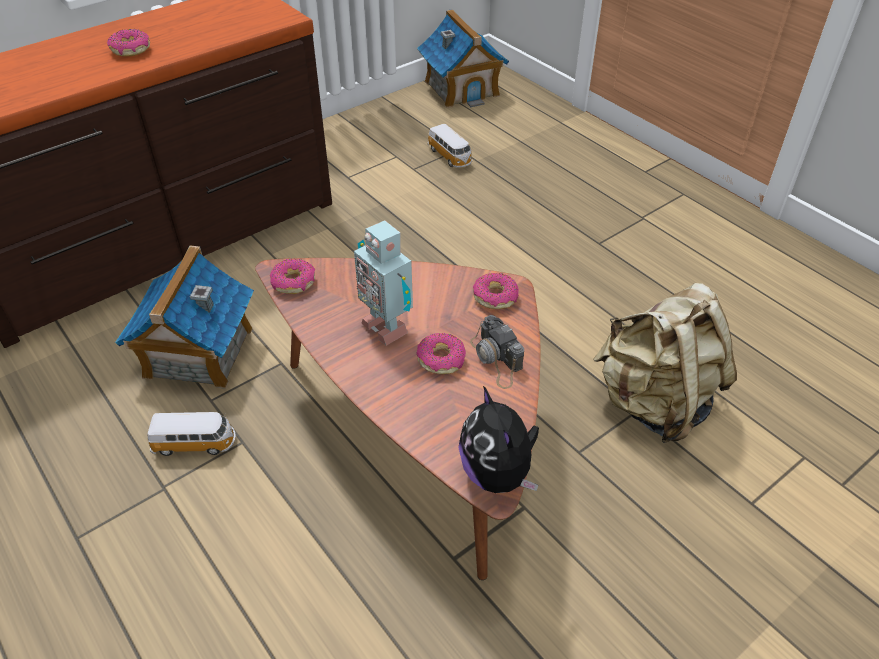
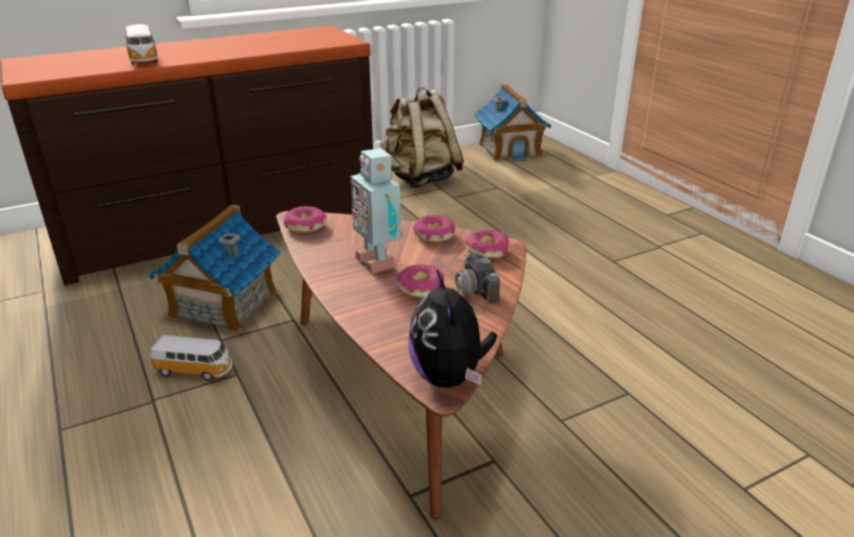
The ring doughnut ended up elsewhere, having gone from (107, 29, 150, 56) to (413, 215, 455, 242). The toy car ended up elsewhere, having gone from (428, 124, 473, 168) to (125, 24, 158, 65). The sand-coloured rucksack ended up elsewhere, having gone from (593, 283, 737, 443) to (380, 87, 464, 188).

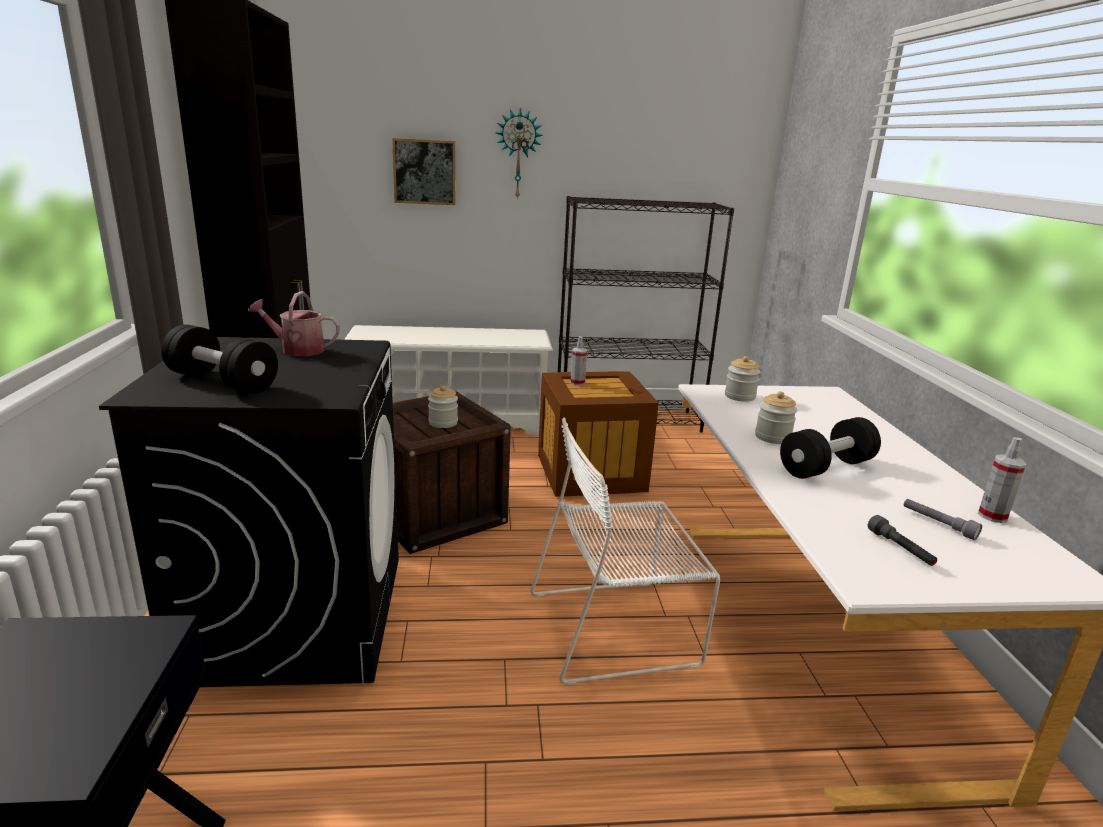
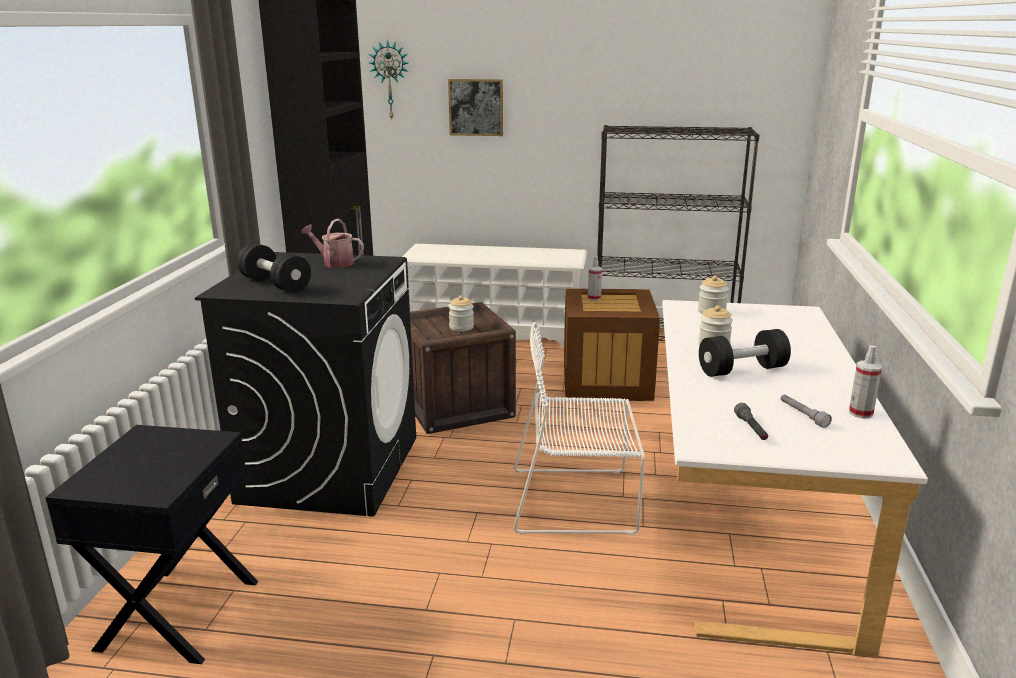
The hanging clock ended up elsewhere, having gone from (496, 108, 543, 200) to (369, 40, 408, 120).

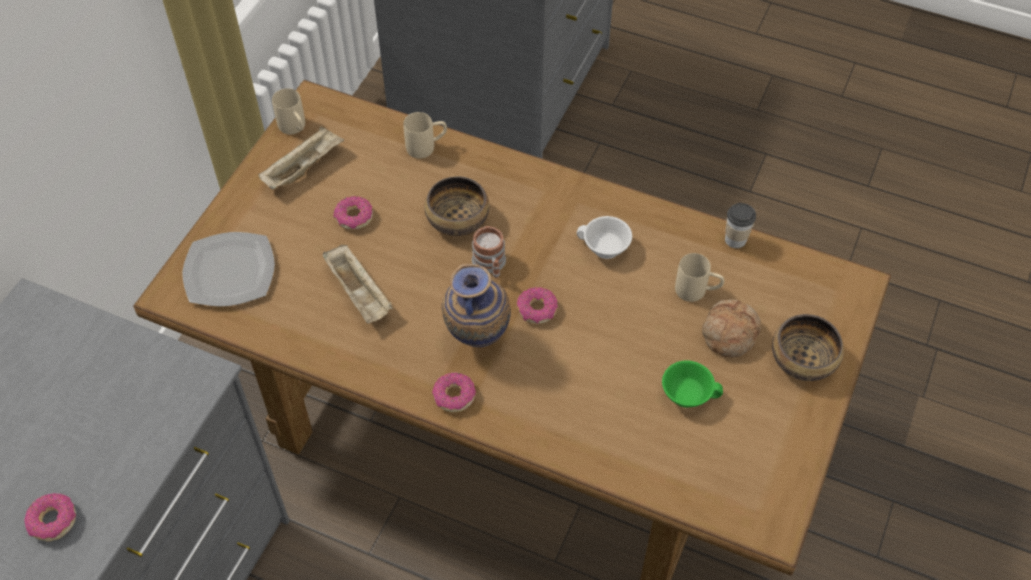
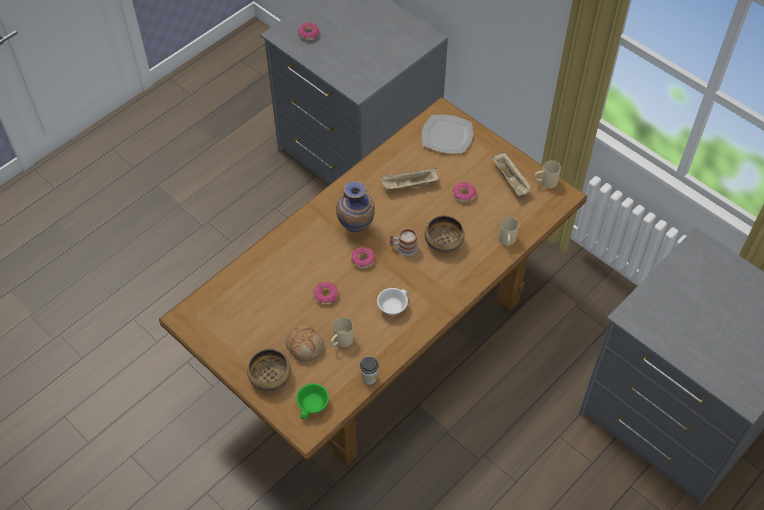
The ring doughnut ended up elsewhere, having gone from (432, 373, 476, 413) to (314, 282, 338, 305). The green drinking cup ended up elsewhere, having gone from (662, 361, 723, 408) to (296, 383, 329, 420).

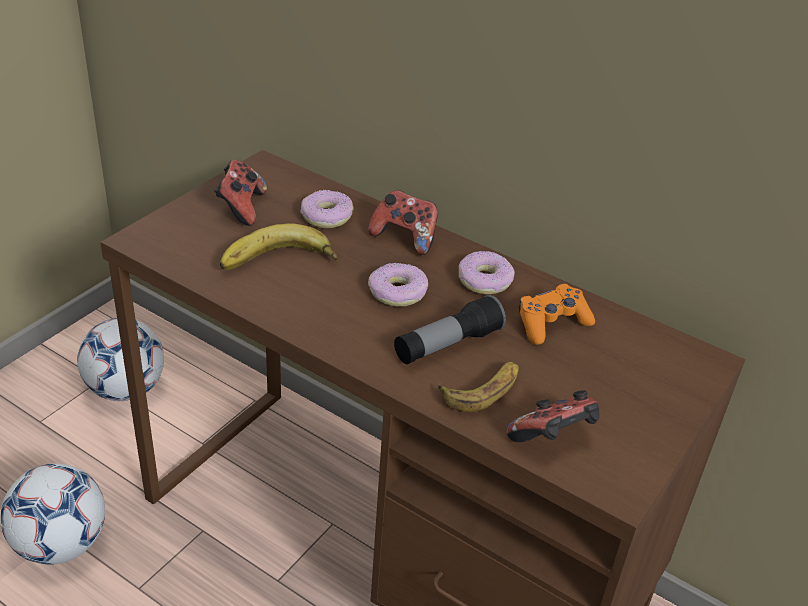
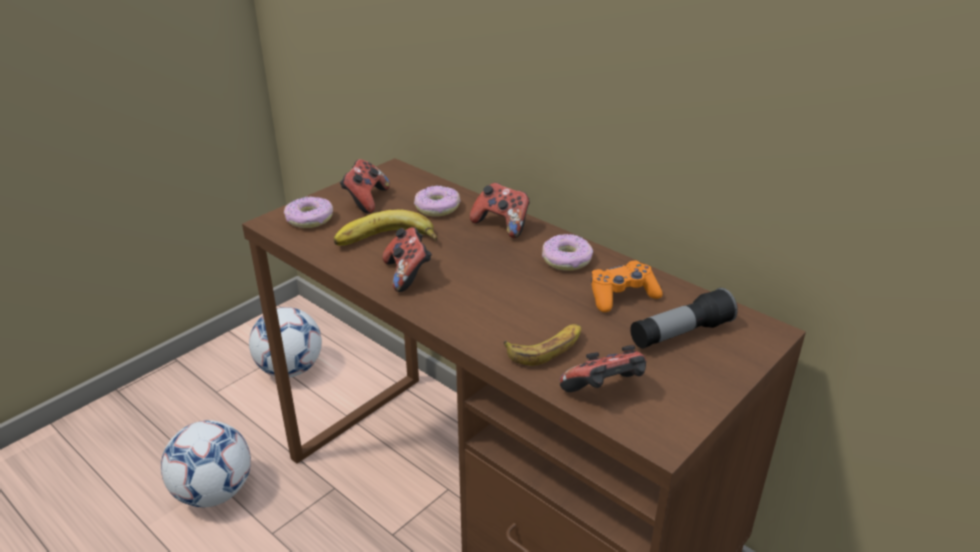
The second view gained the gamepad at (382, 227, 432, 292). The ring doughnut ended up elsewhere, having gone from (368, 263, 428, 307) to (284, 196, 333, 228). The flashlight ended up elsewhere, having gone from (394, 295, 506, 364) to (630, 288, 738, 349).

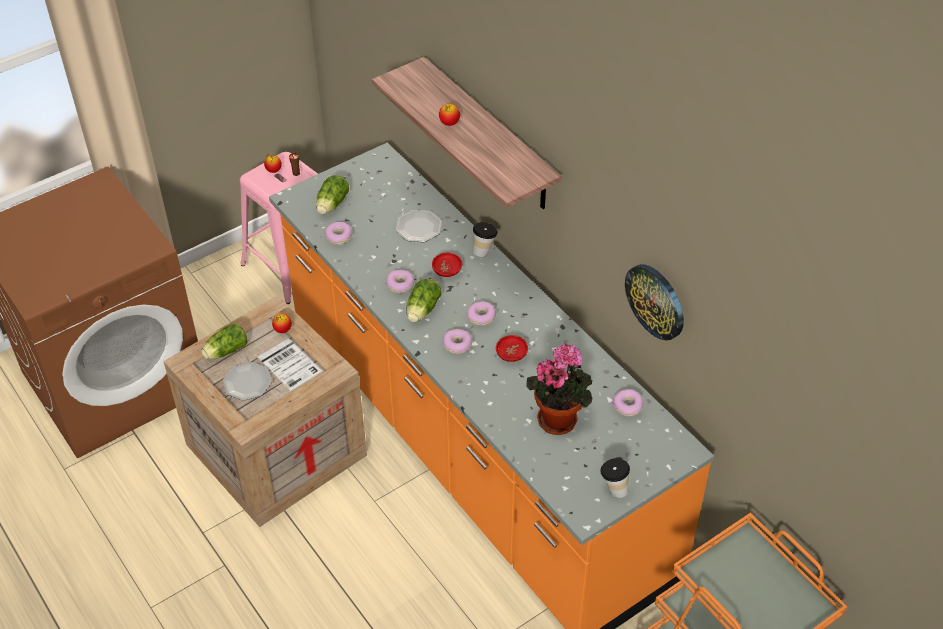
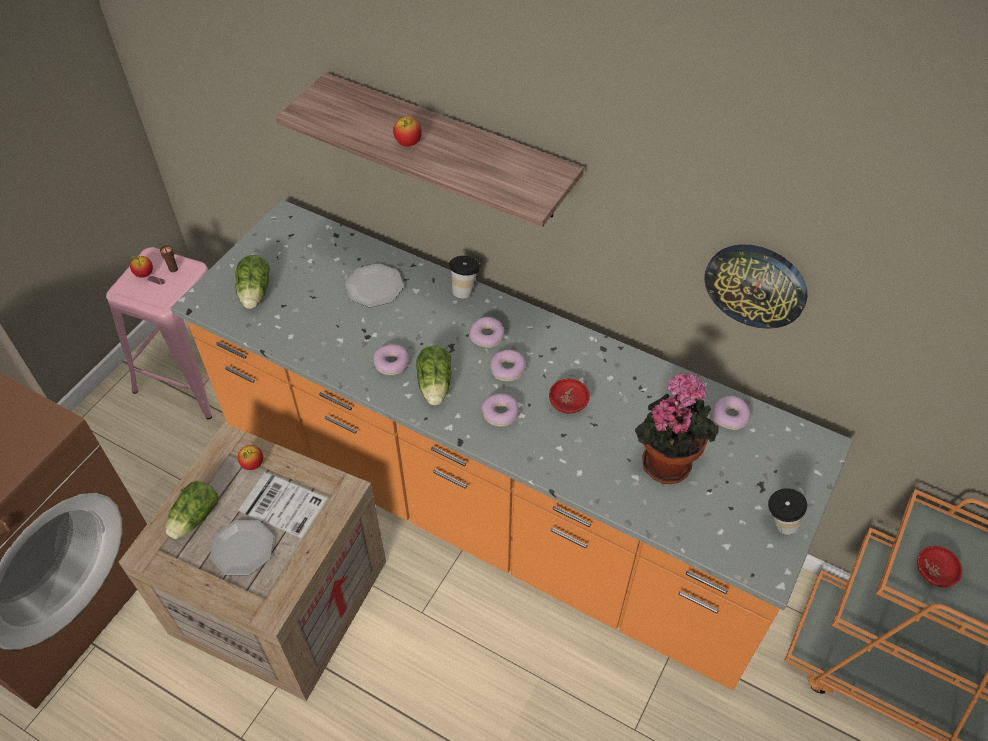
The ring doughnut ended up elsewhere, having gone from (324, 222, 352, 244) to (469, 317, 504, 348). The red bowl ended up elsewhere, having gone from (432, 252, 462, 277) to (917, 546, 962, 587).

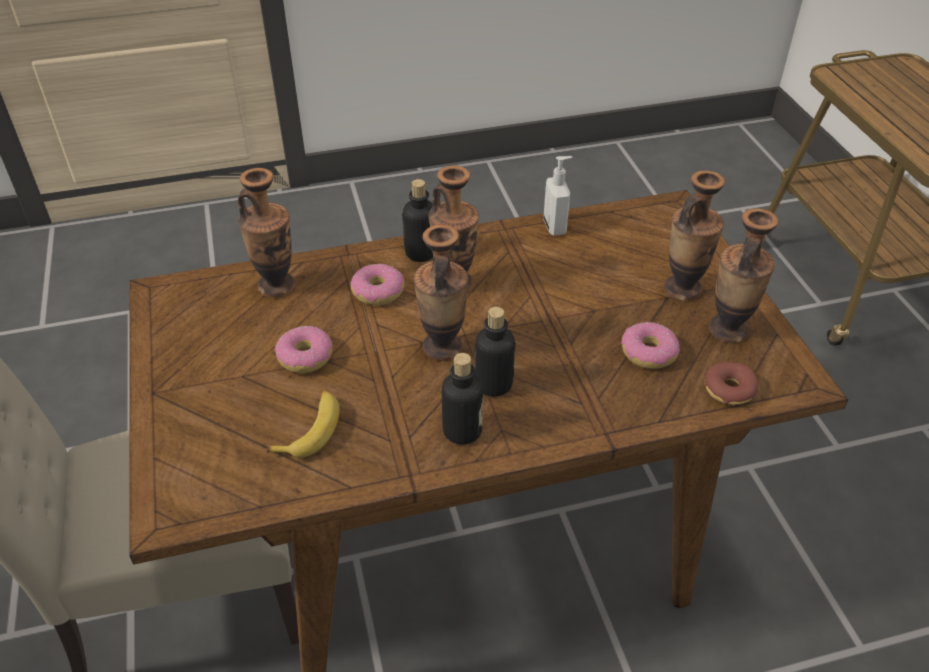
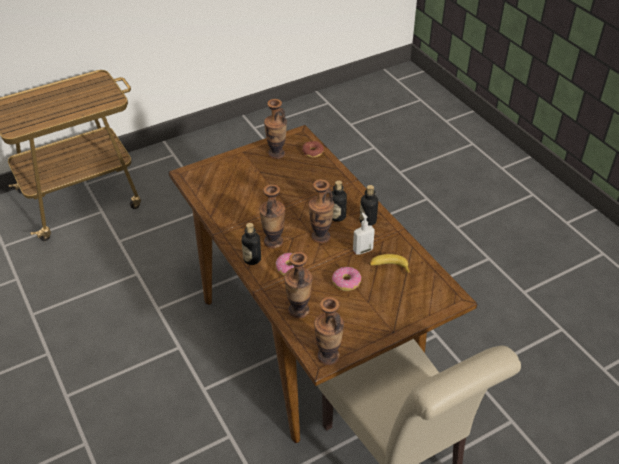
The second view lost the ring doughnut at (621, 322, 680, 369). The soap dispenser ended up elsewhere, having gone from (543, 156, 572, 236) to (353, 212, 375, 255). The flower vase ended up elsewhere, having gone from (664, 171, 726, 301) to (314, 297, 344, 365).

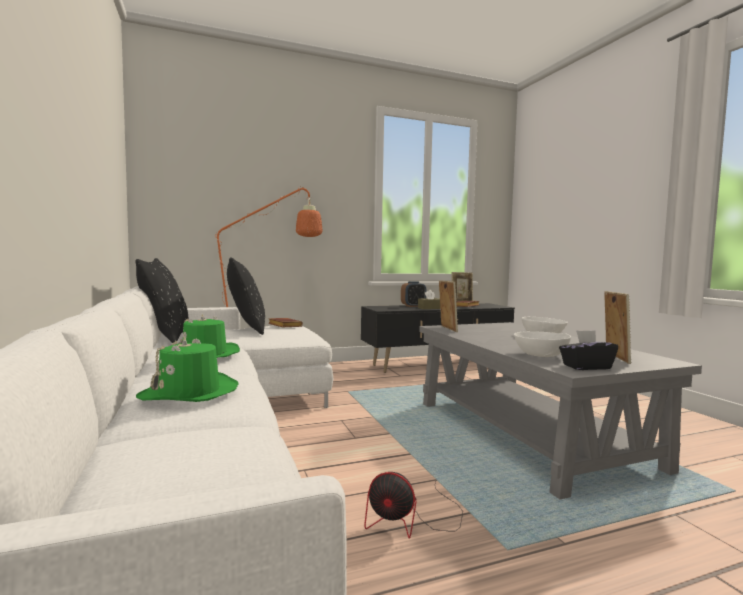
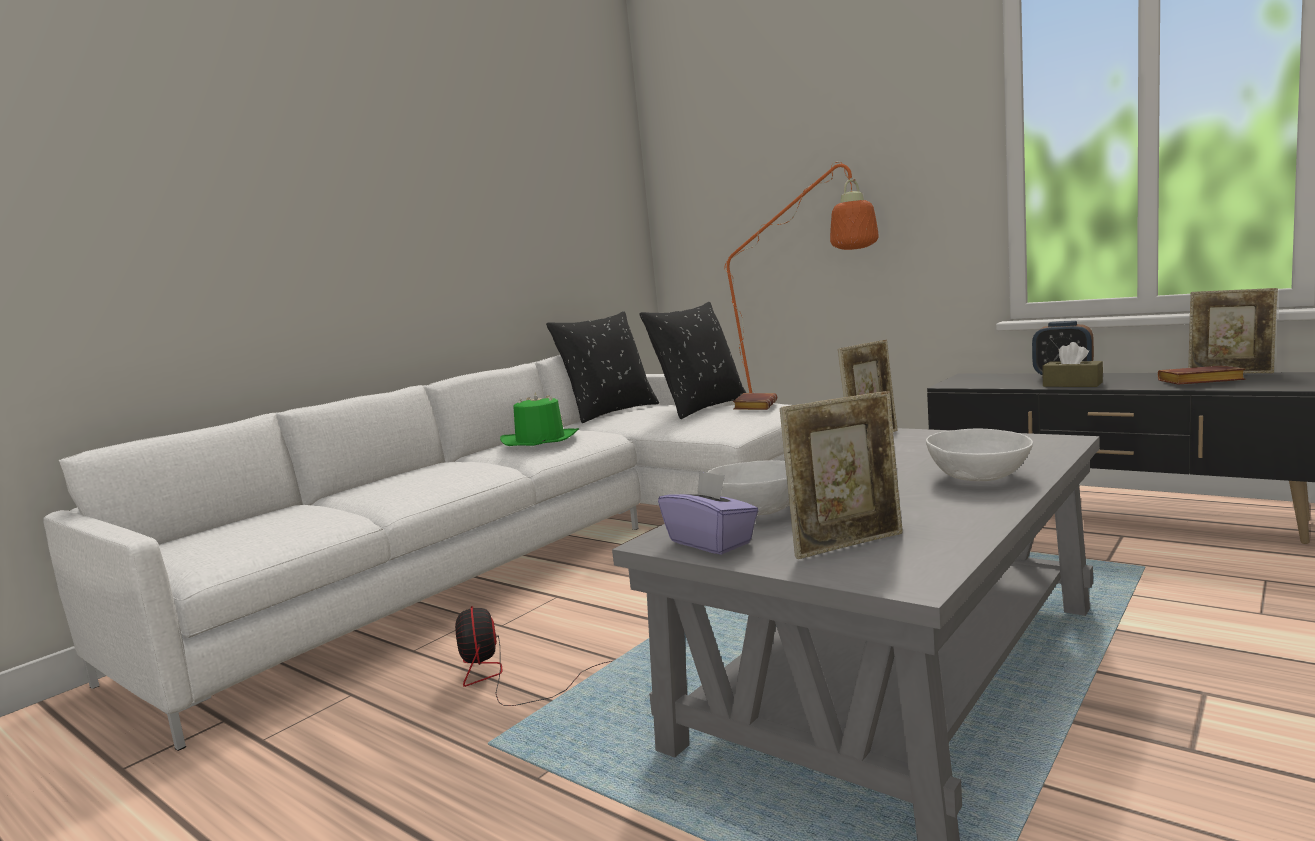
The second view lost the green wearable hat at (136, 336, 239, 402). What was the blackish tissue holder at (559, 330, 618, 370) turned into the purplish tissue holder at (658, 470, 759, 555).

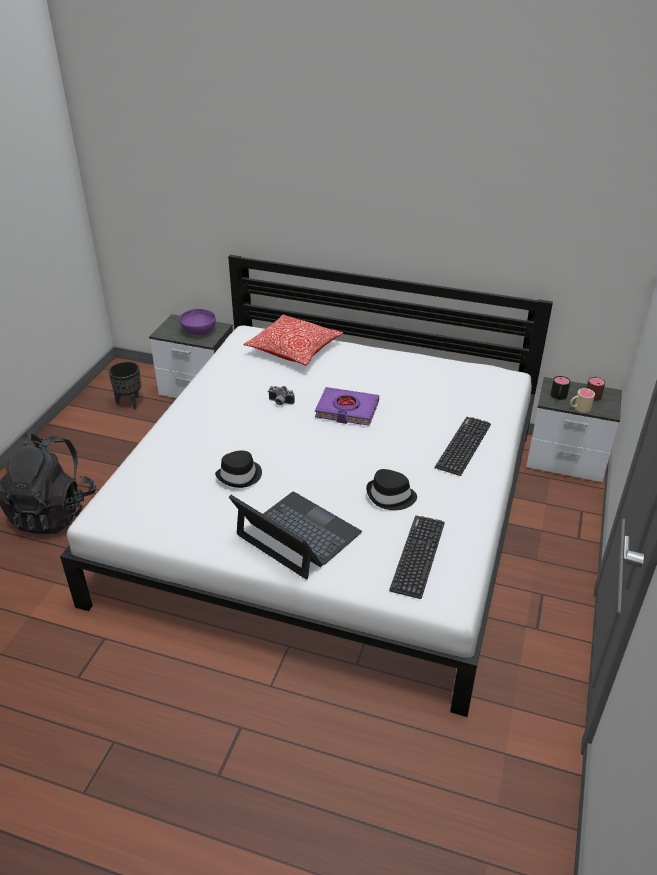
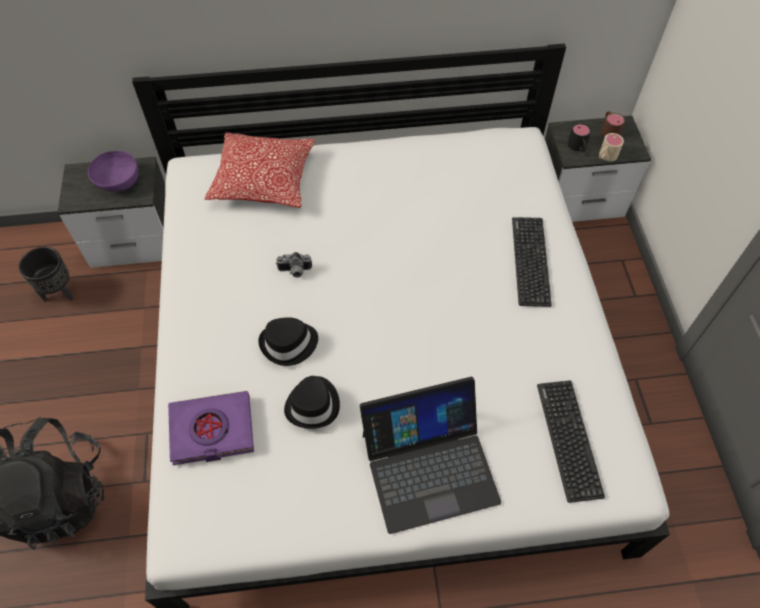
The purplish bound book ended up elsewhere, having gone from (315, 387, 379, 426) to (168, 391, 254, 465). The blackish wearable hat ended up elsewhere, having gone from (366, 469, 417, 510) to (258, 317, 318, 366). The laptop at (229, 492, 362, 580) ended up facing another way, 150 degrees clockwise from before.

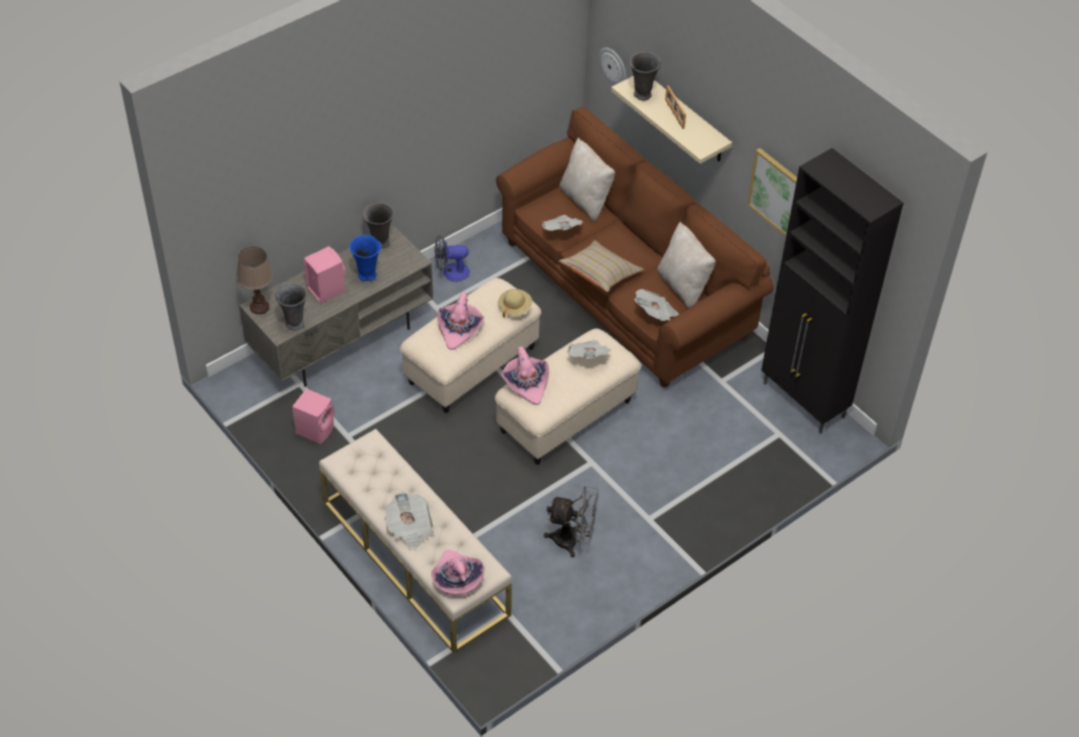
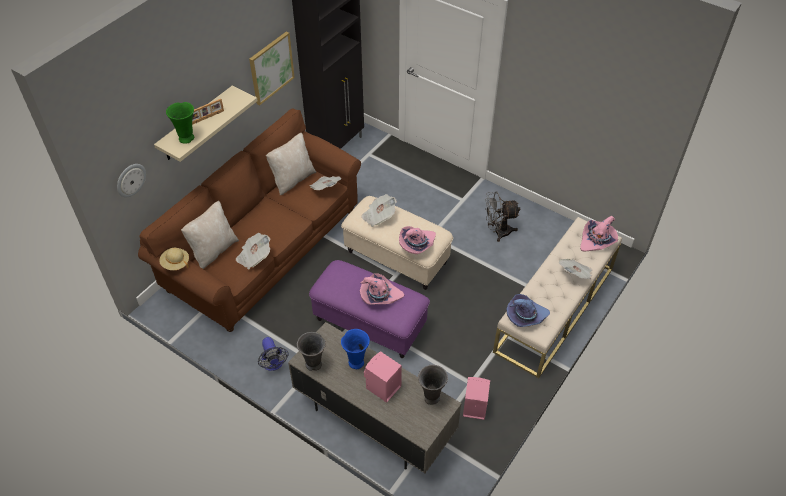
The second view lost the brownish lamp for a table at (237, 247, 273, 314). The second view lost the sand-coloured cushion at (559, 240, 644, 292). The second view gained the purplish wearable hat at (507, 294, 550, 327). The sand-coloured wearable hat ended up elsewhere, having gone from (498, 289, 532, 318) to (159, 248, 189, 270). What was the sand-coloured ottoman at (400, 278, 541, 413) turned into the purplish ottoman at (309, 260, 430, 358). What was the greyish flower vase at (630, 52, 661, 101) turned into the green flower vase at (166, 102, 194, 144). The greyish cooling fan at (544, 486, 598, 557) ended up facing another way, 90 degrees counterclockwise from before.

